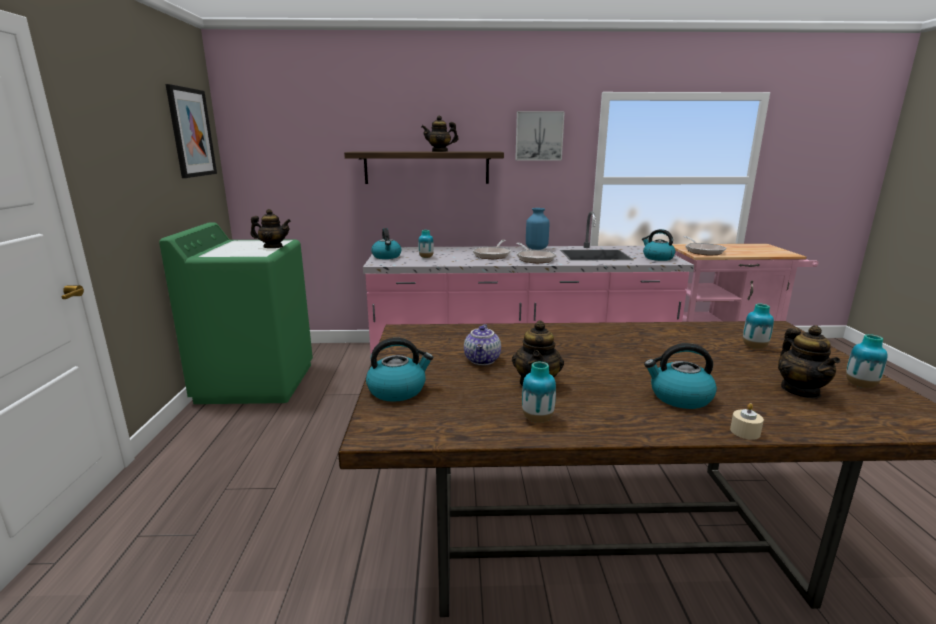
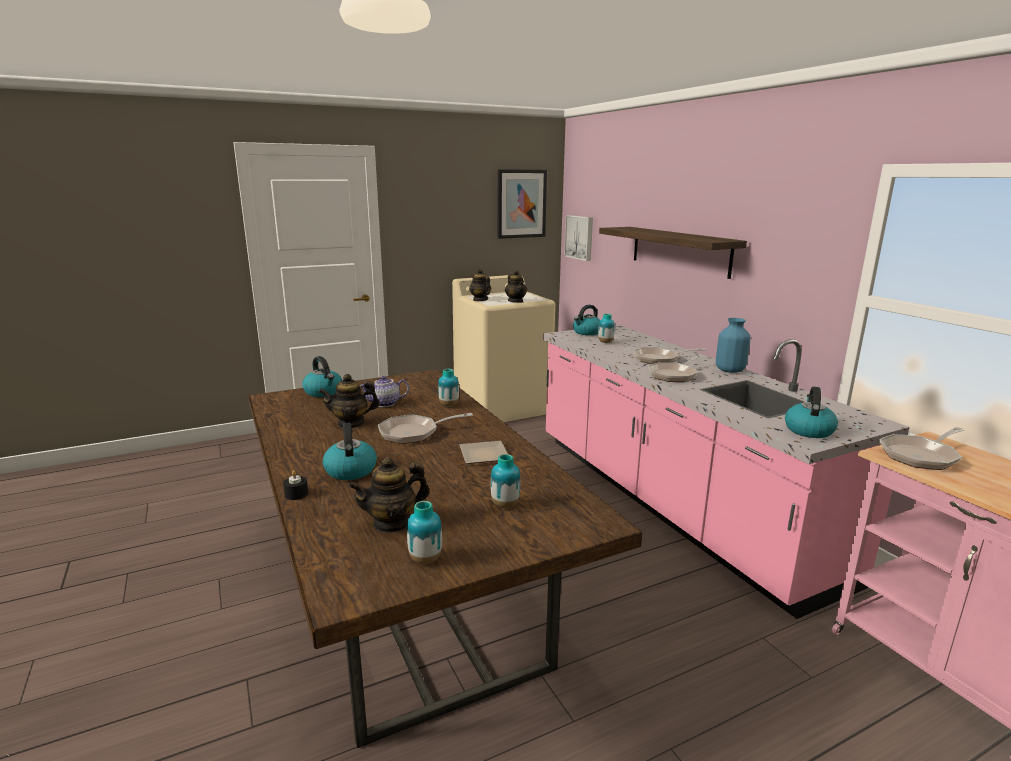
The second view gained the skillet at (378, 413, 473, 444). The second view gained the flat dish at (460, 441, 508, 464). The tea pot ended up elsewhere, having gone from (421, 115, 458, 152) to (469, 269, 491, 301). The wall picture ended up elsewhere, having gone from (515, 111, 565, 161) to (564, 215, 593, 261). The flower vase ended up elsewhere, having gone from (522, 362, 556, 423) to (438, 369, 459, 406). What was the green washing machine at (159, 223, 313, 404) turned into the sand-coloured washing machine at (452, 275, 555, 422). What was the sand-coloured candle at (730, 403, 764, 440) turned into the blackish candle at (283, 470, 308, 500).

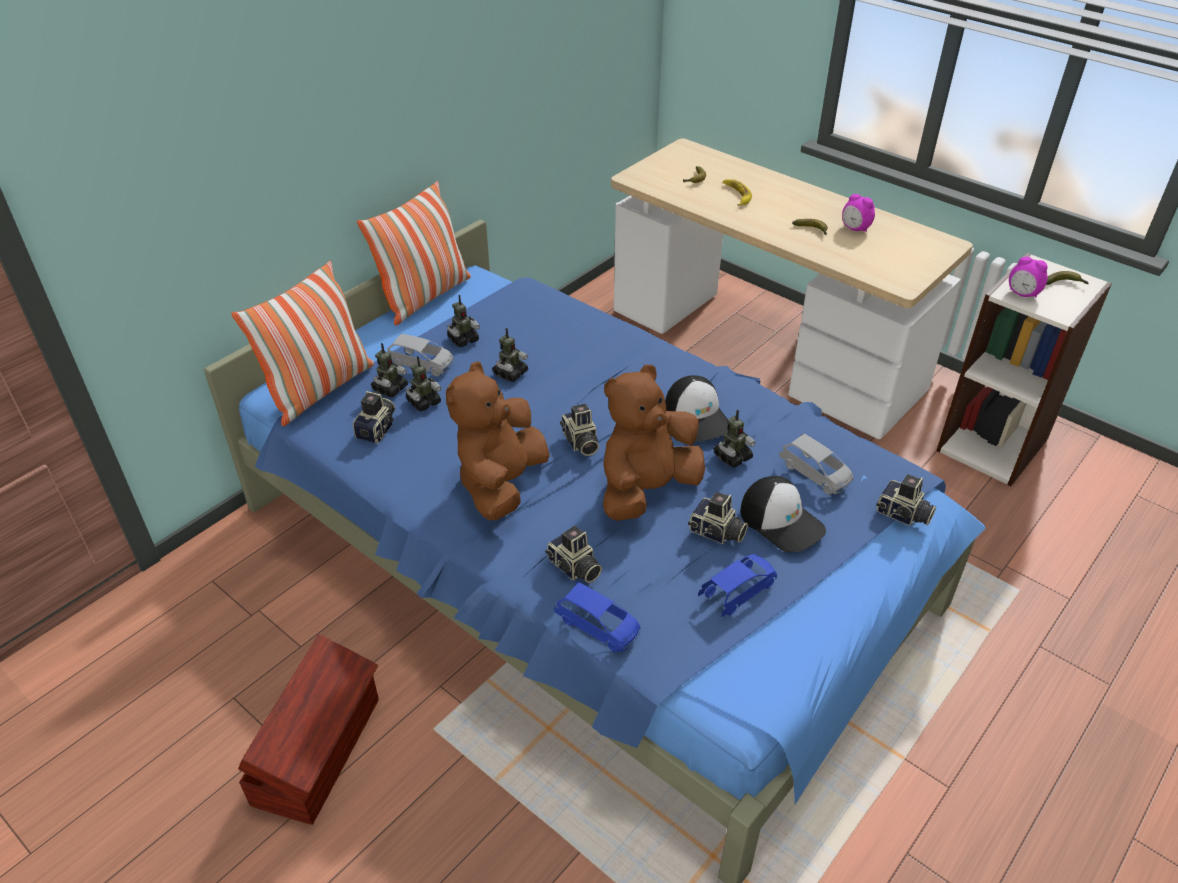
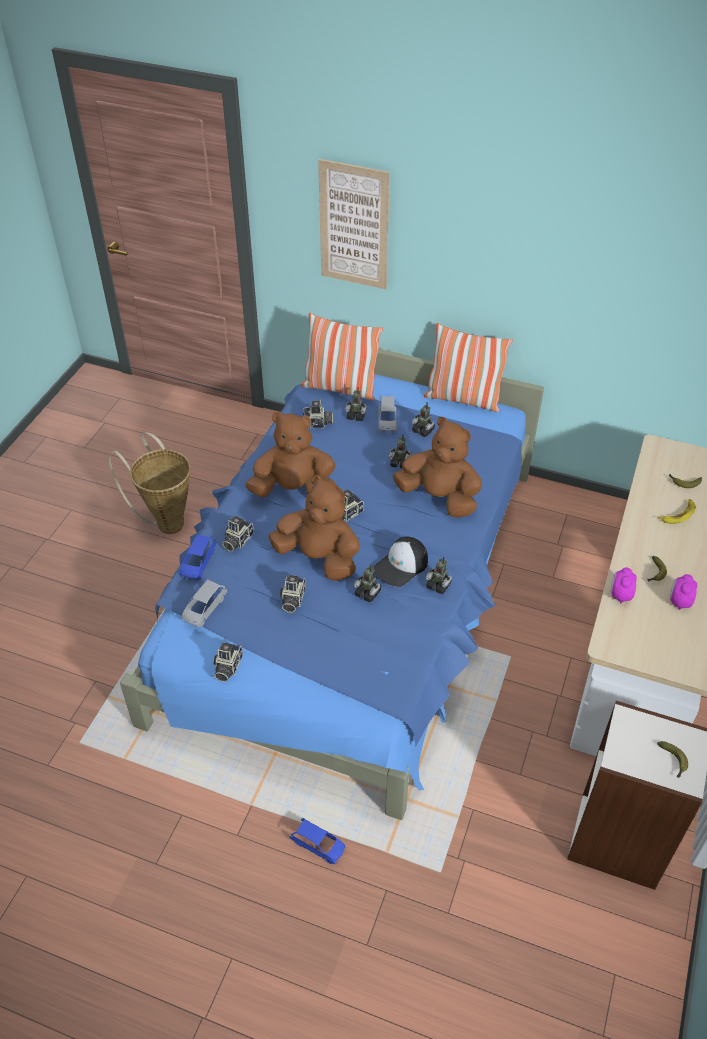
The second view lost the peaked cap at (740, 476, 826, 552). The second view gained the wall picture at (318, 159, 390, 289). The second view gained the brownish soft toy at (393, 417, 482, 518). The toy robot ended up elsewhere, having gone from (406, 356, 441, 412) to (425, 557, 452, 594). The blue-coloured toy car ended up elsewhere, having gone from (698, 554, 777, 617) to (290, 818, 345, 864). The greyish toy car ended up elsewhere, having gone from (779, 434, 853, 495) to (181, 579, 227, 628). The photo camera ended up elsewhere, having gone from (876, 474, 936, 526) to (214, 642, 243, 682). The table clock ended up elsewhere, having gone from (1009, 257, 1048, 297) to (611, 568, 637, 603). Where the brownish storage bin stood at (238, 634, 379, 825), the basket came to stand at (109, 432, 191, 534).

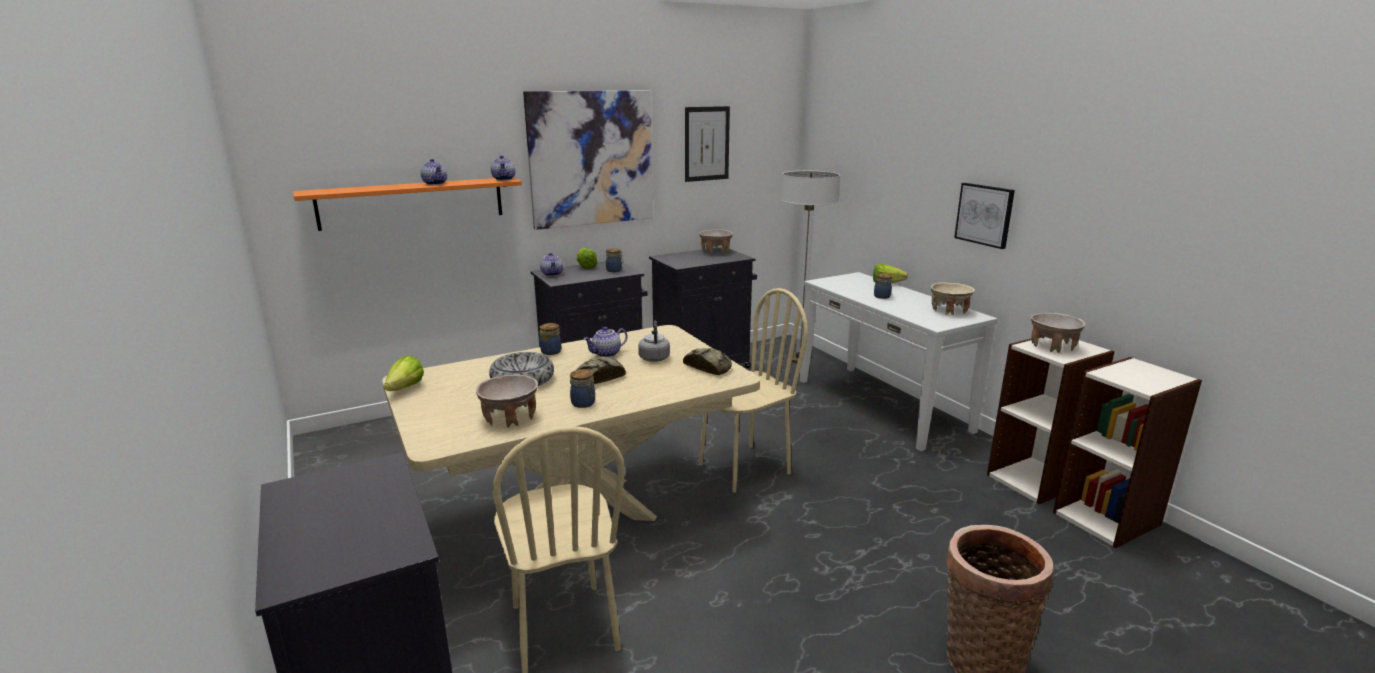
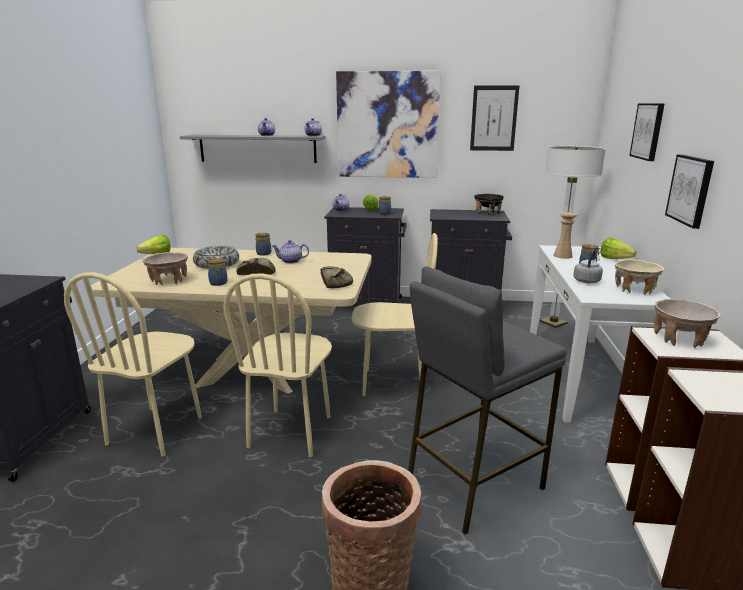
The second view gained the sand-coloured upright chair at (223, 273, 332, 457). The second view gained the greyish stool seat at (408, 266, 567, 535). The second view gained the sand-coloured flower vase at (553, 212, 577, 259). The second view gained the wall picture at (629, 103, 664, 161). The greyish kettle ended up elsewhere, having gone from (638, 321, 670, 362) to (573, 249, 603, 283). What was the orange-coloured bracket shelf at (293, 178, 522, 231) turned into the greyish bracket shelf at (180, 135, 326, 163). What was the sand-coloured bowl at (699, 230, 733, 254) turned into the blackish bowl at (474, 194, 504, 215).

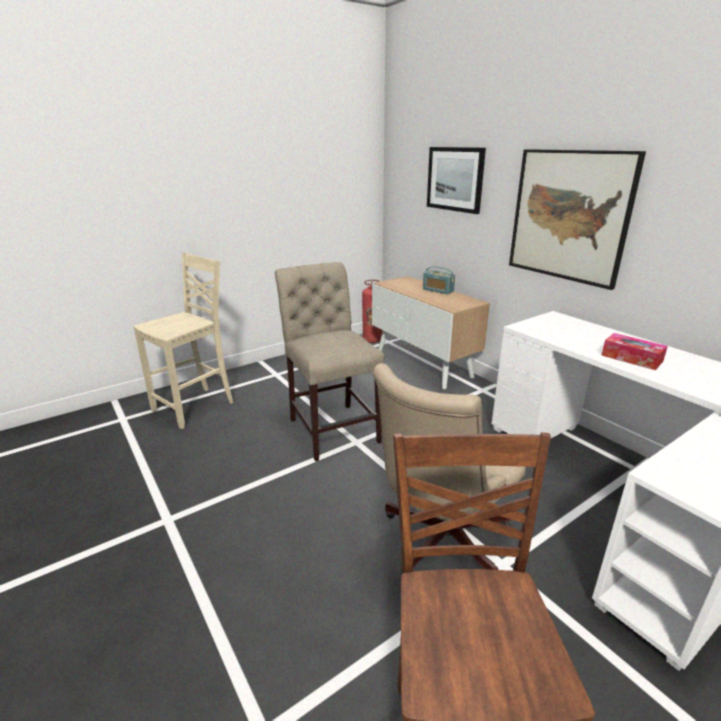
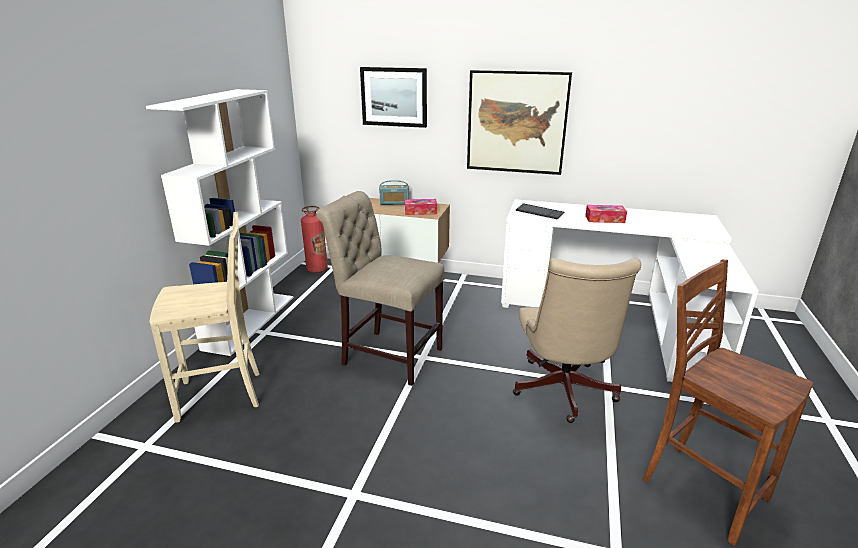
The second view gained the white bookshelf at (146, 89, 293, 356). The second view gained the tissue holder at (405, 199, 437, 215). The second view gained the PC keyboard at (515, 204, 564, 219). The sand-coloured upright chair at (133, 252, 233, 430) ended up facing another way, 75 degrees clockwise from before.

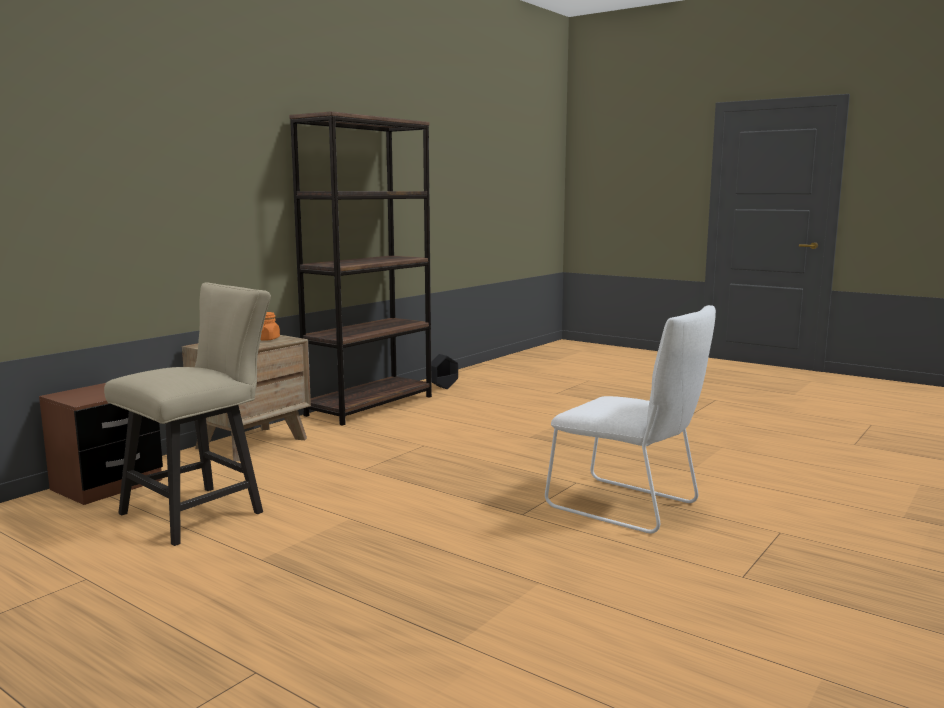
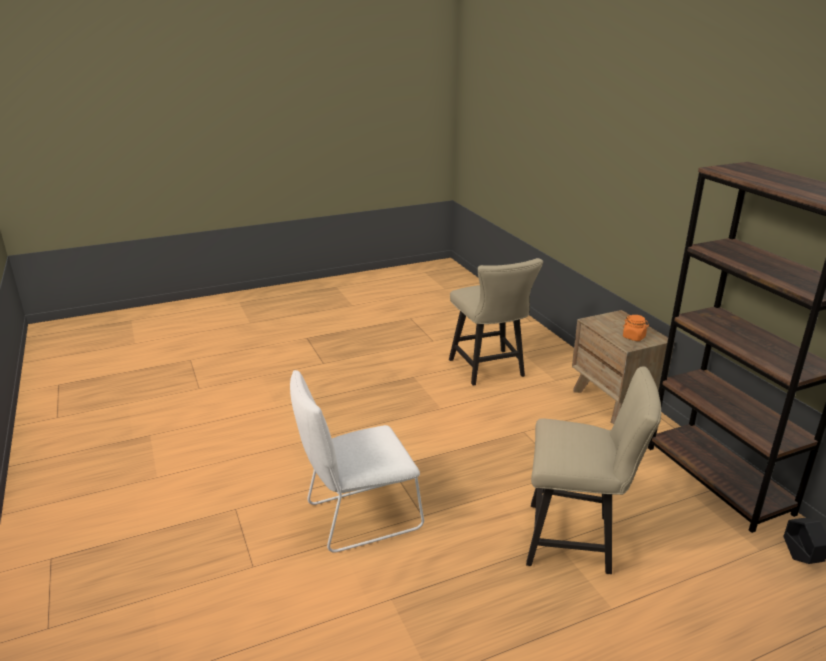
The second view lost the brownish bedside table at (39, 383, 163, 505). The second view gained the sand-coloured upright chair at (526, 367, 661, 574).

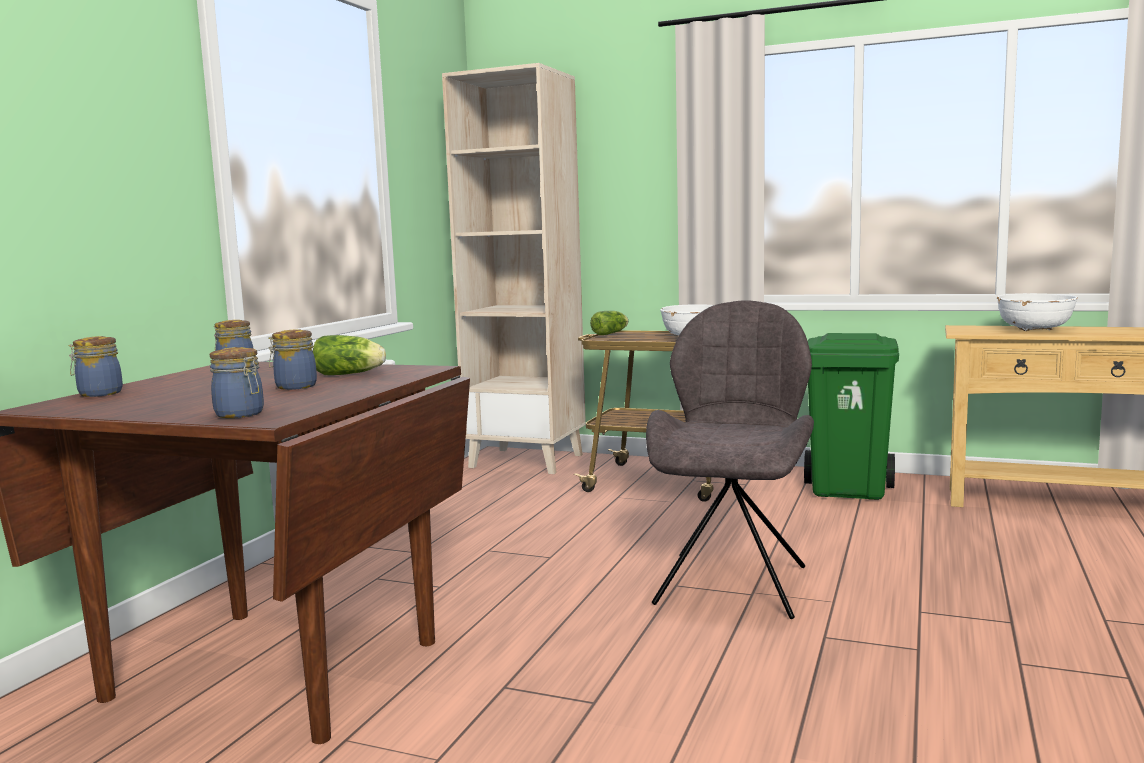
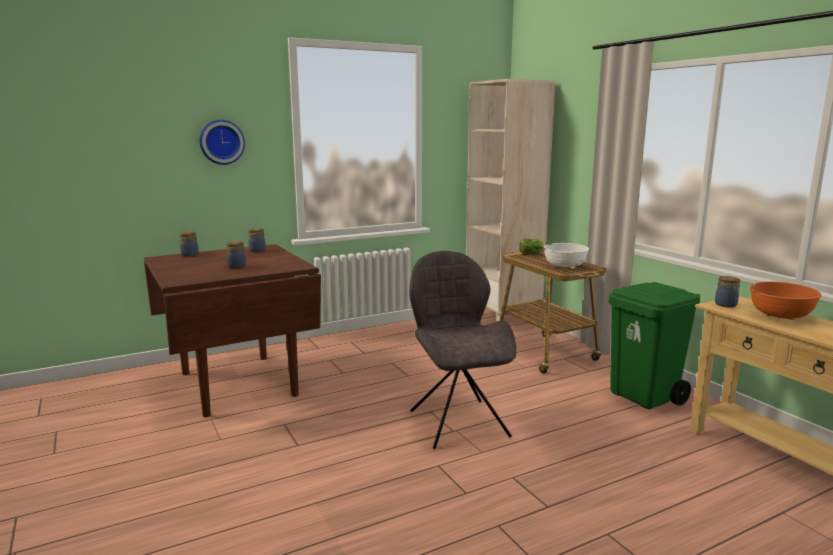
The second view lost the lettuce head at (313, 335, 386, 375). The second view gained the hanging clock at (199, 120, 245, 165). The jar ended up elsewhere, having gone from (210, 347, 264, 418) to (715, 276, 740, 308). What was the white bowl at (997, 293, 1078, 331) turned into the orange-coloured bowl at (750, 282, 821, 320). The greyish upright chair at (646, 300, 814, 619) ended up facing another way, 75 degrees counterclockwise from before.

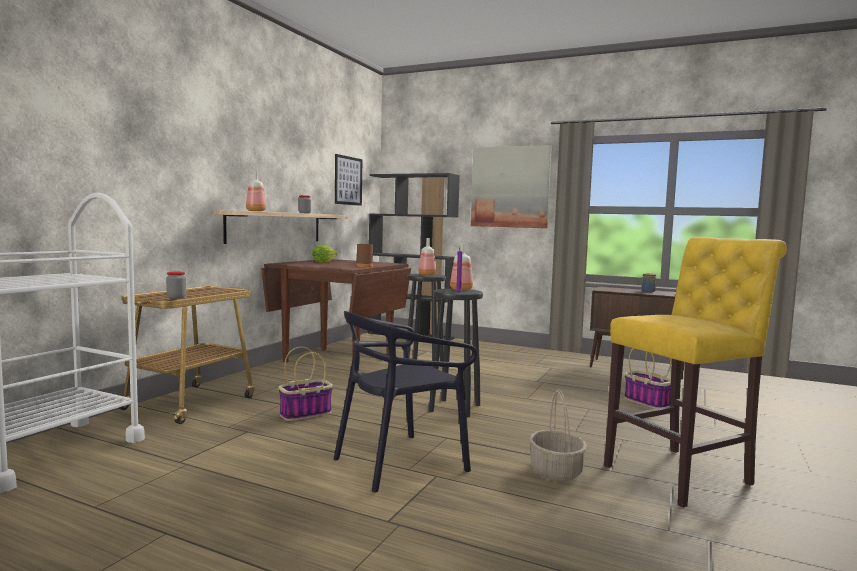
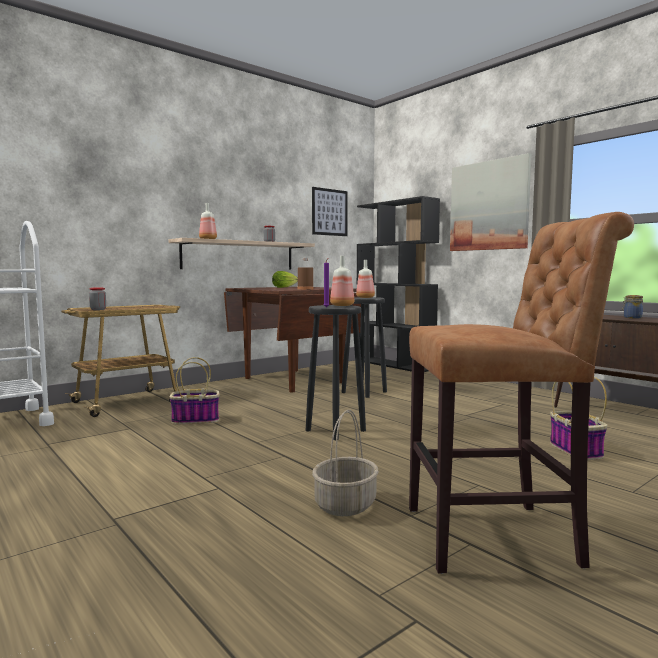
The second view lost the blackish upright chair at (334, 311, 478, 492). What was the yellow-coloured stool seat at (604, 237, 787, 508) turned into the brownish stool seat at (409, 212, 634, 574).

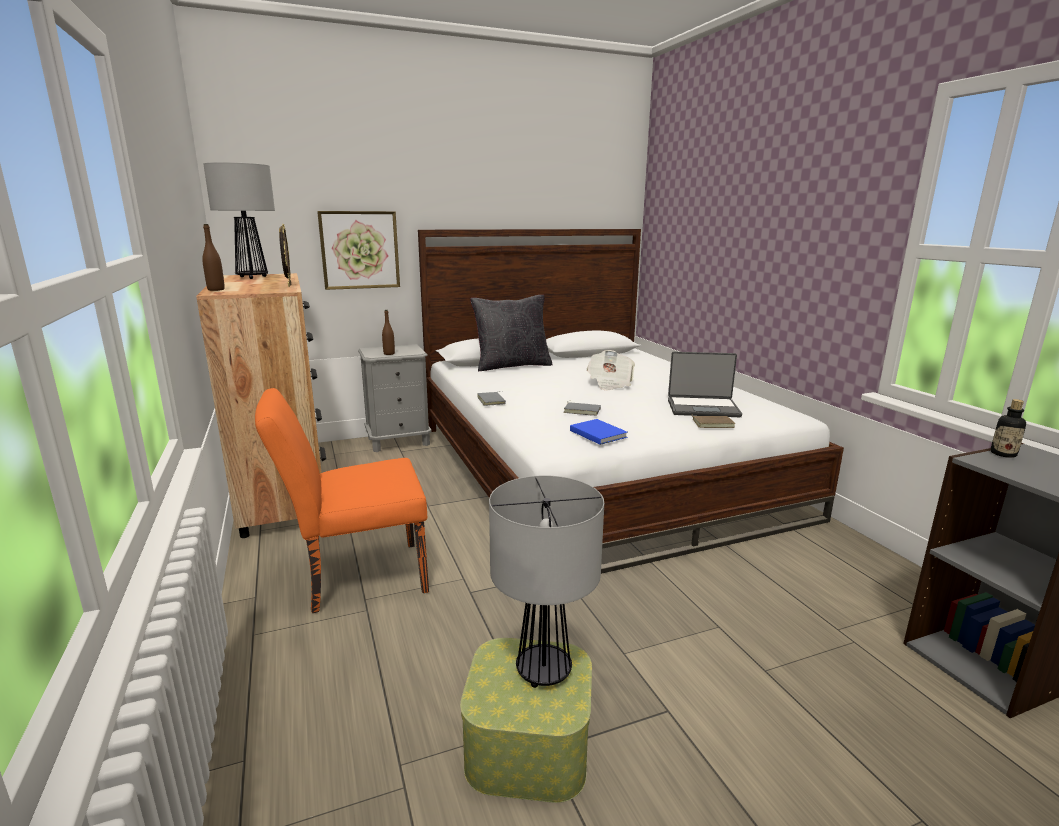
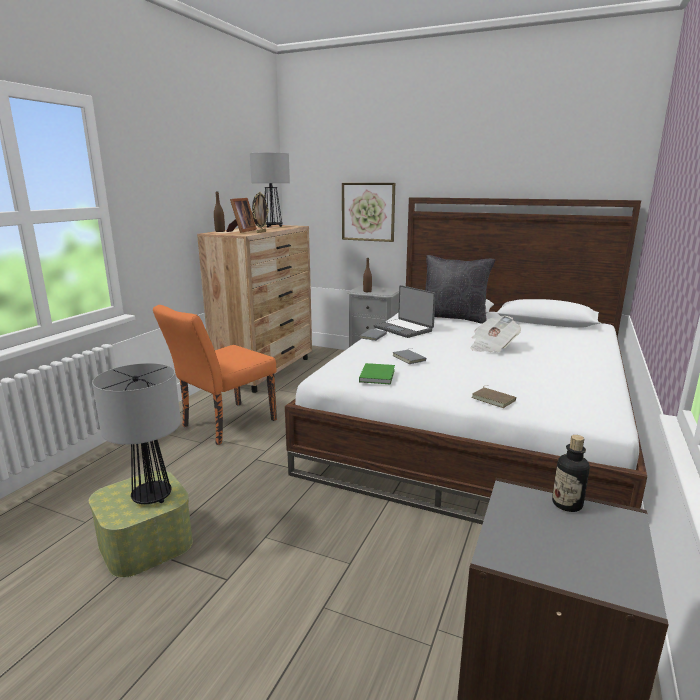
The second view gained the picture frame at (226, 198, 257, 233). The laptop ended up elsewhere, having gone from (668, 352, 742, 417) to (374, 285, 436, 338). What was the blue-coloured bound book at (570, 419, 628, 445) turned into the green bound book at (359, 363, 395, 385). The orange-coloured upright chair at (255, 388, 429, 613) ended up facing another way, 75 degrees counterclockwise from before.

